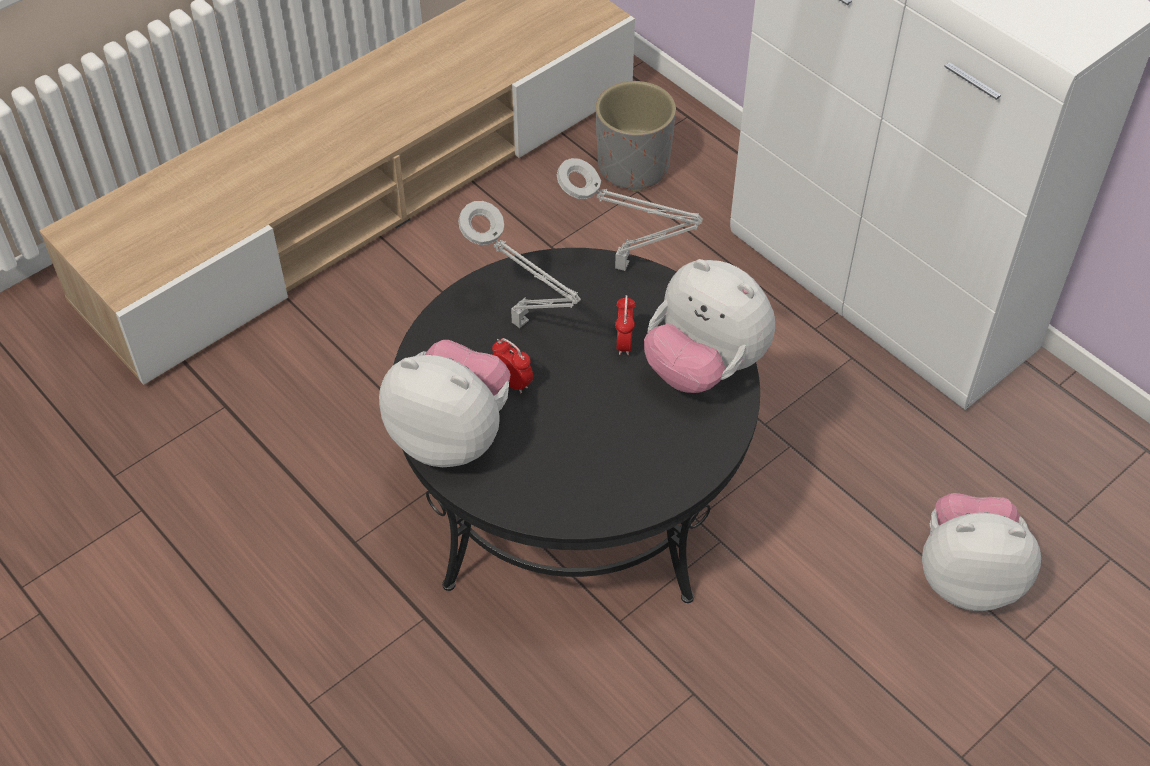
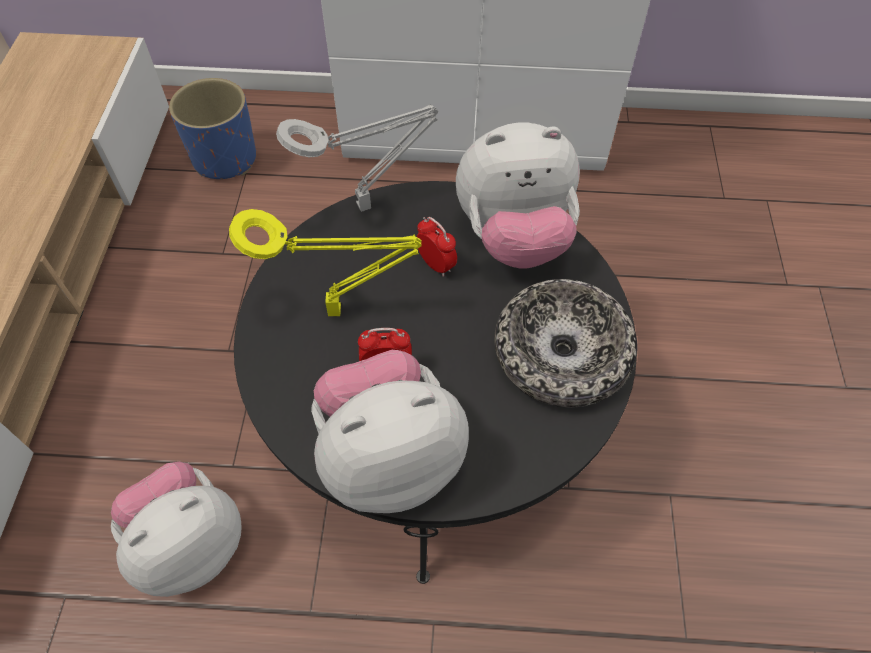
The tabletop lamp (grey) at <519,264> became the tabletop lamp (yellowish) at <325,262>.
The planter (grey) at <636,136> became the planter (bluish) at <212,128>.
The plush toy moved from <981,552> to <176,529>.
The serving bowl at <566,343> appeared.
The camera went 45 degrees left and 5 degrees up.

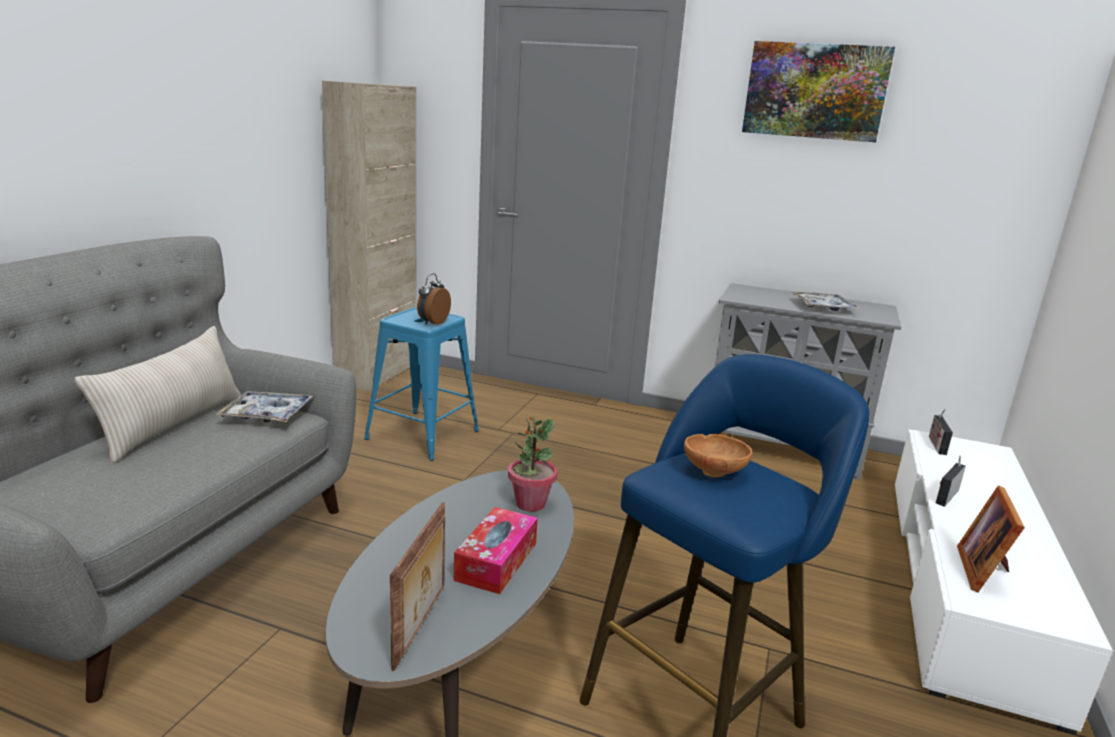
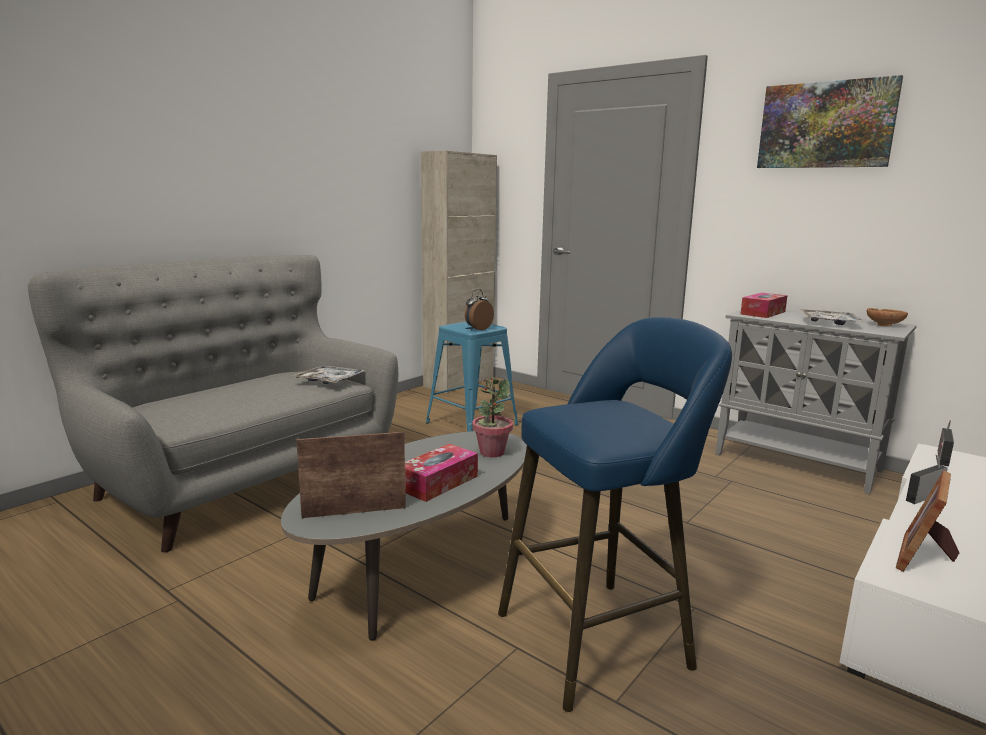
The cushion (beige) at <157,394> disappeared.
The picture frame at <417,586> turned 135 degrees counterclockwise.
The serving bowl (brown-coloured) moved from <718,455> to <887,317>.
The tissue box at <764,305> appeared.
The camera went 20 degrees right and 5 degrees down.

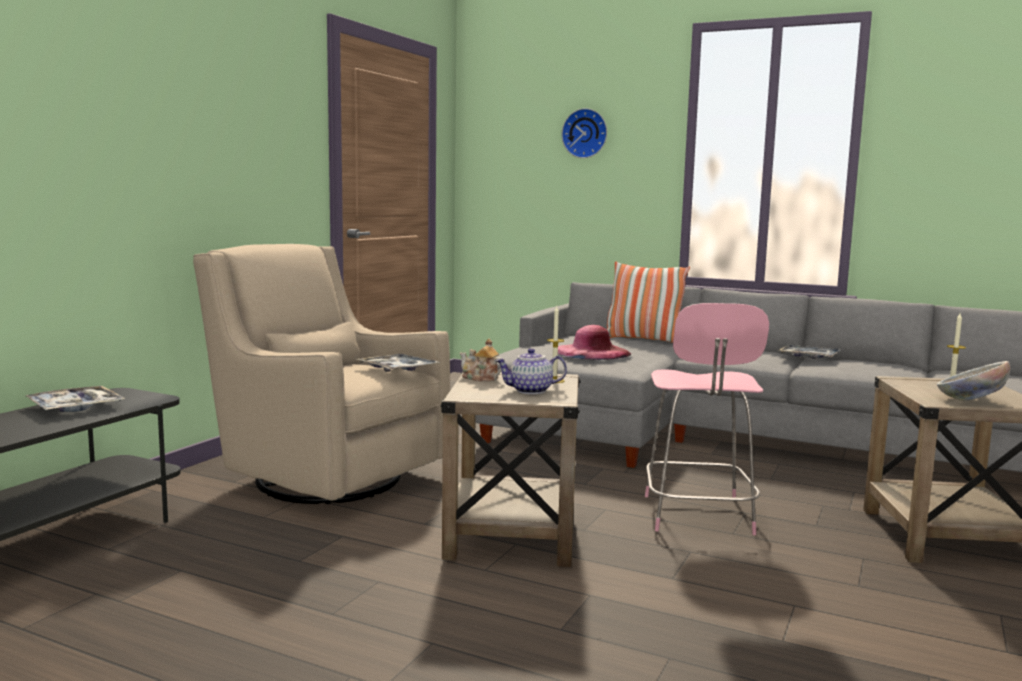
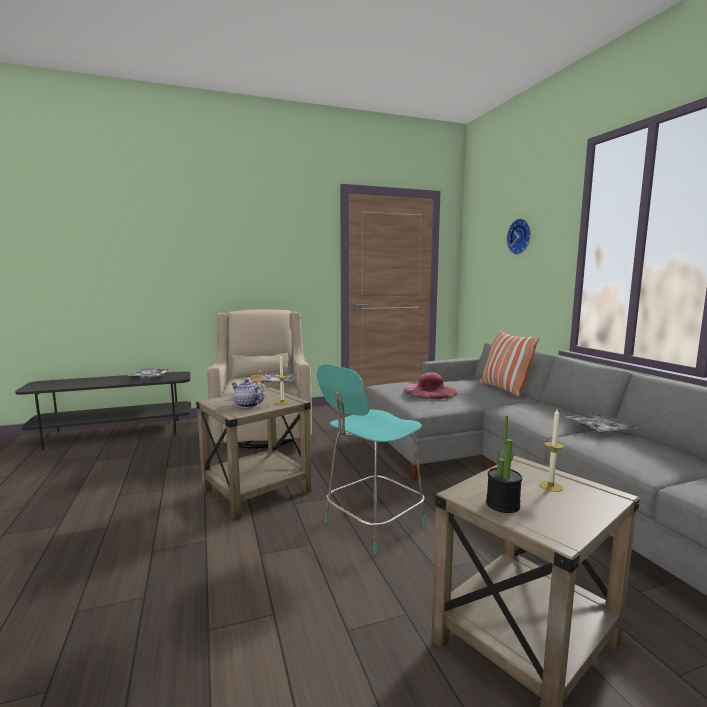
The stool seat (pink-coloured) at <707,419> became the stool seat (turquoise-coloured) at <371,459>.
The serving bowl at <973,381> was replaced by the houseplant at <504,464>.
The camera went 45 degrees right and 0 degrees up.

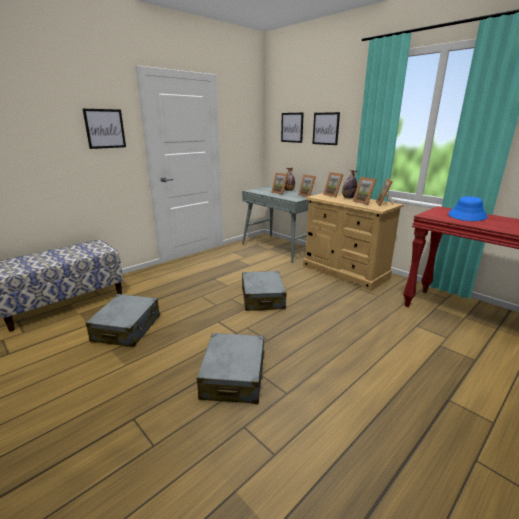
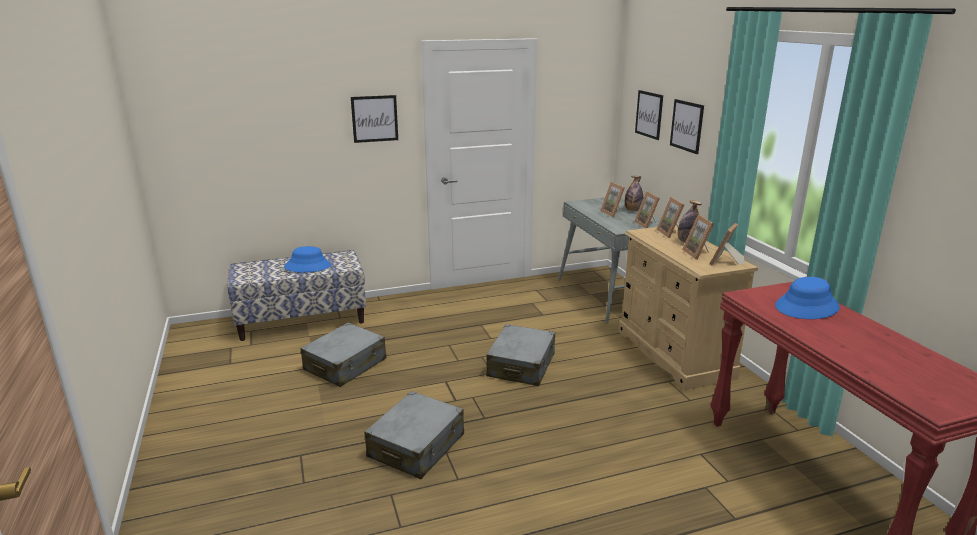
The wearable hat (bluish) at <307,259> appeared.
The camera went 25 degrees right and 0 degrees up.

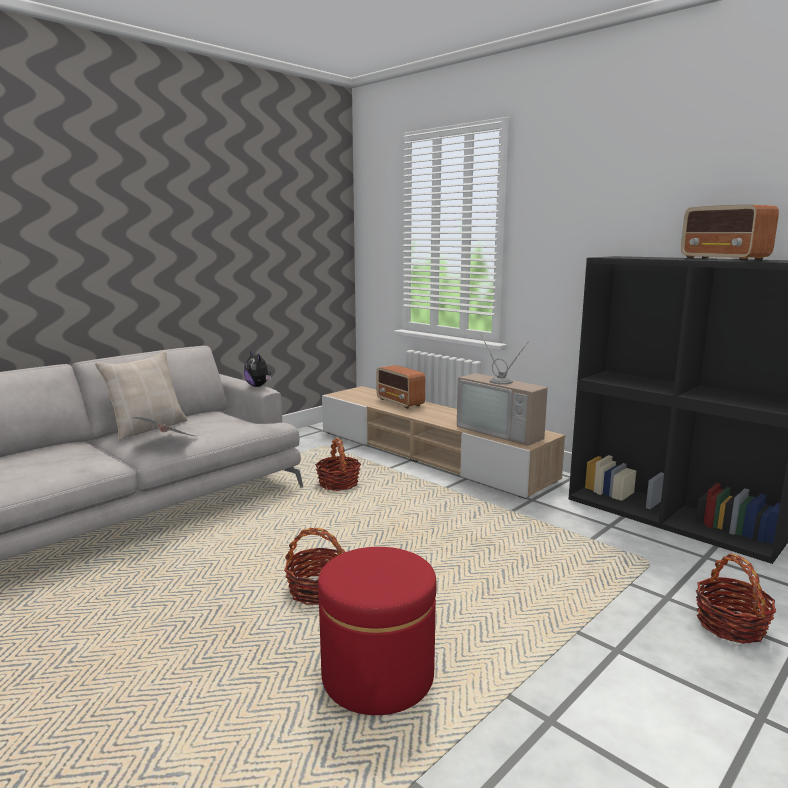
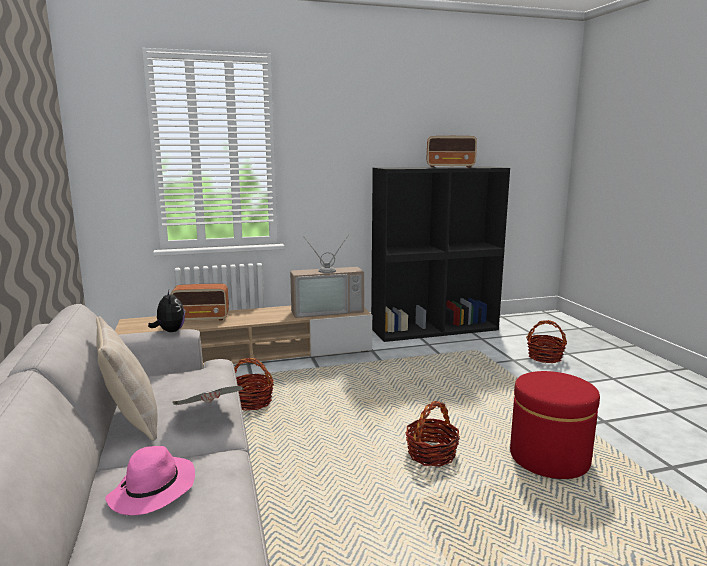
The plush toy at <257,369> turned 105 degrees counterclockwise.
The wearable hat (pink-coloured) at <150,480> appeared.
The camera went 60 degrees left and 0 degrees up.

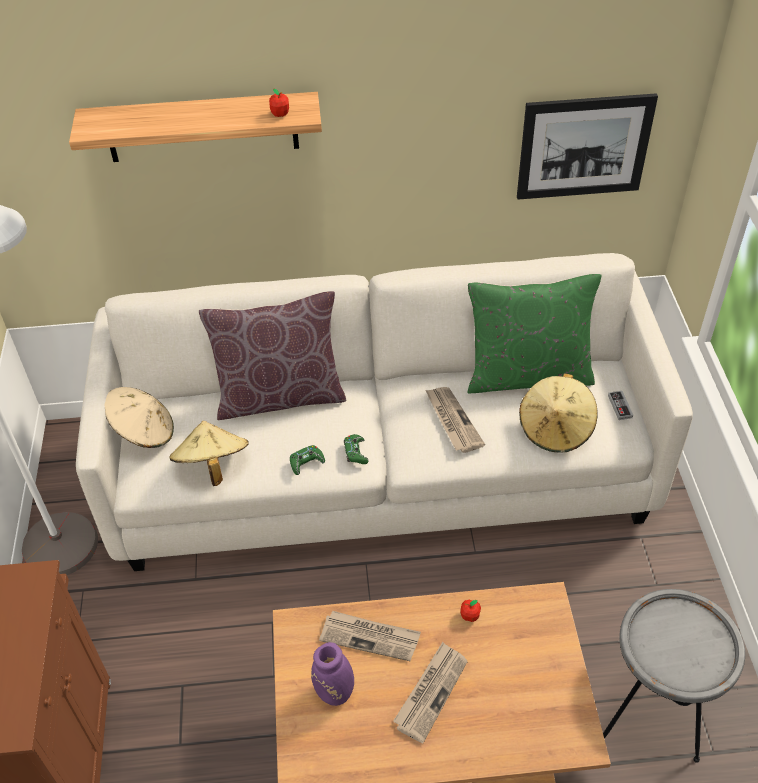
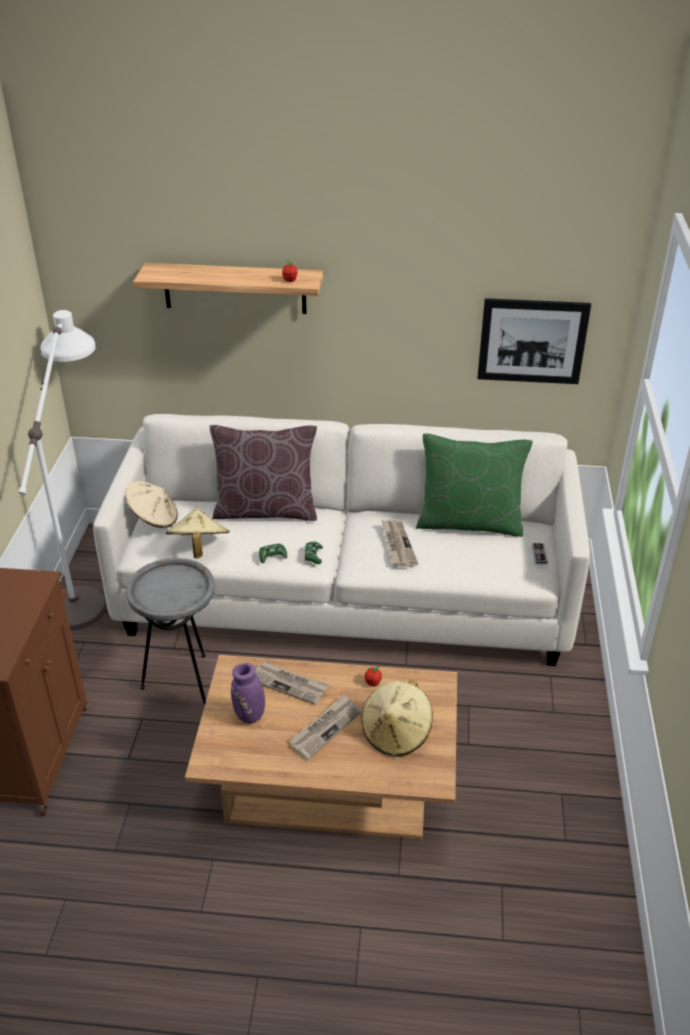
The wearable hat (beige) moved from <558,412> to <397,718>.
The side table (grey) moved from <674,676> to <170,632>.
The camera went 10 degrees right and 10 degrees down.

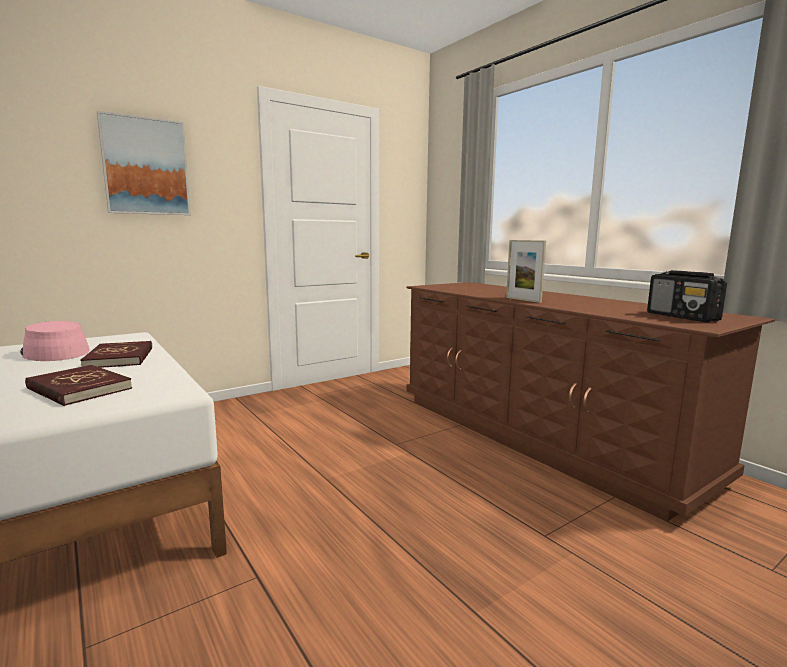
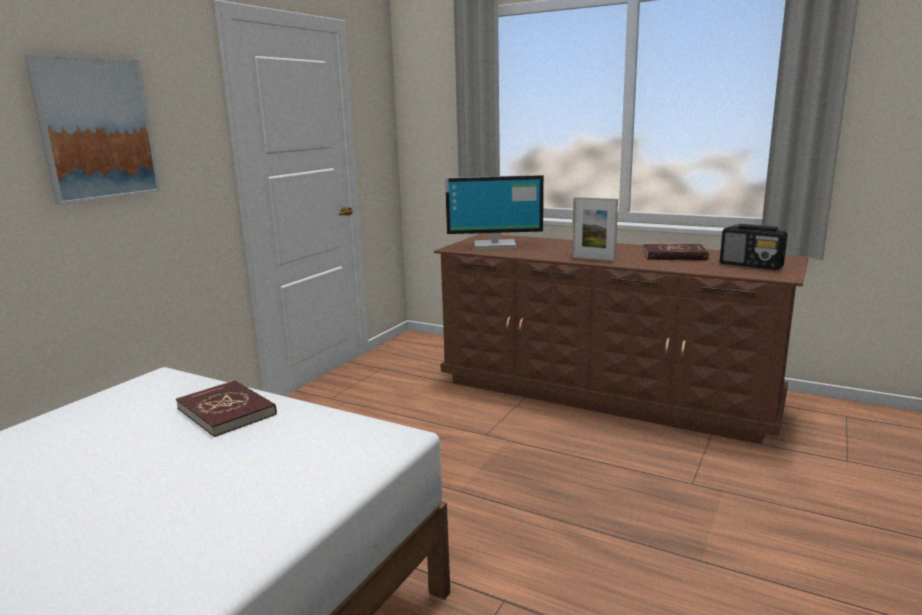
The wearable hat (pink-coloured) at <55,341> disappeared.
The volume (red-coloured) moved from <78,385> to <676,252>.
The computer screen at <494,212> appeared.
The camera went 25 degrees left and 5 degrees up.

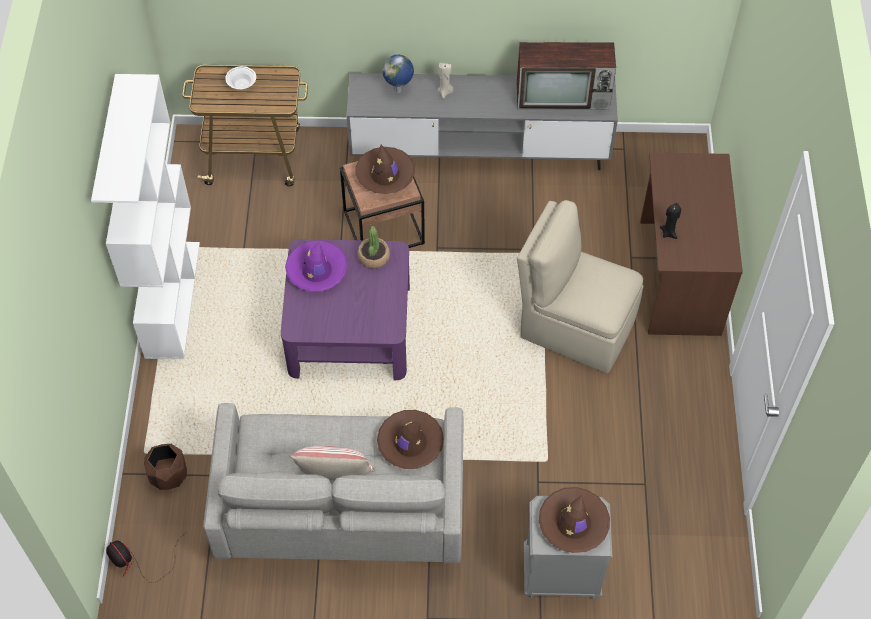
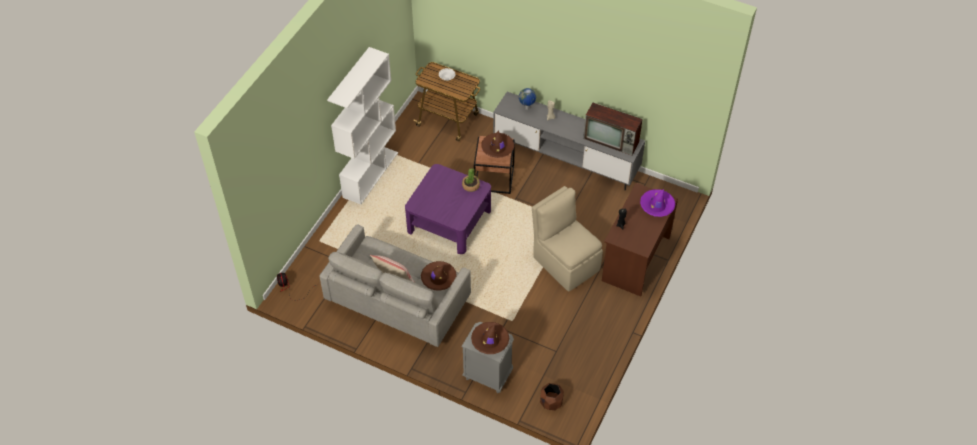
The planter (brown-coloured) moved from <165,467> to <552,396>.
The wearable hat (purple) moved from <316,266> to <657,203>.
The camera went 25 degrees right and 5 degrees down.

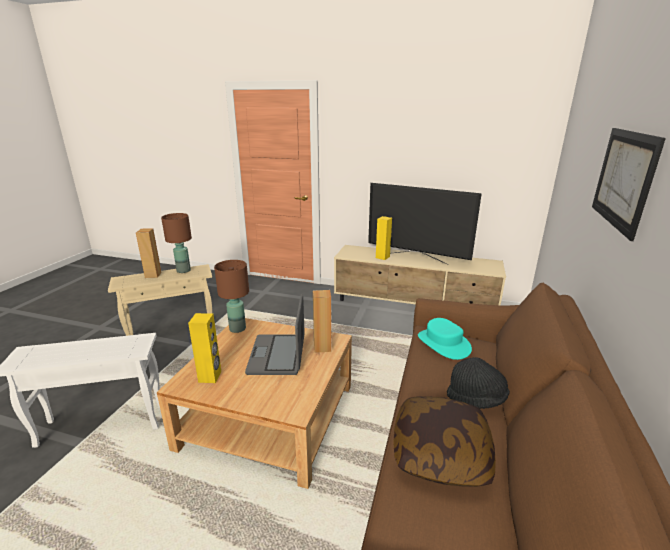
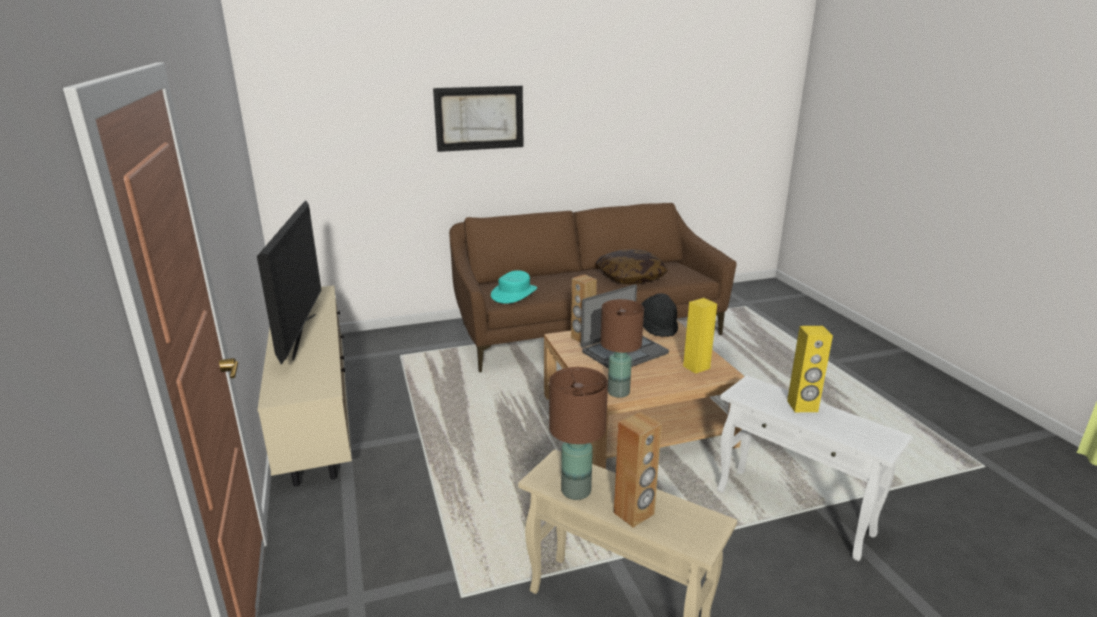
The audio speaker (yellowish) moved from <384,238> to <810,369>.
The wearable hat (blackish) moved from <478,383> to <659,315>.
The camera went 125 degrees left and 0 degrees up.

